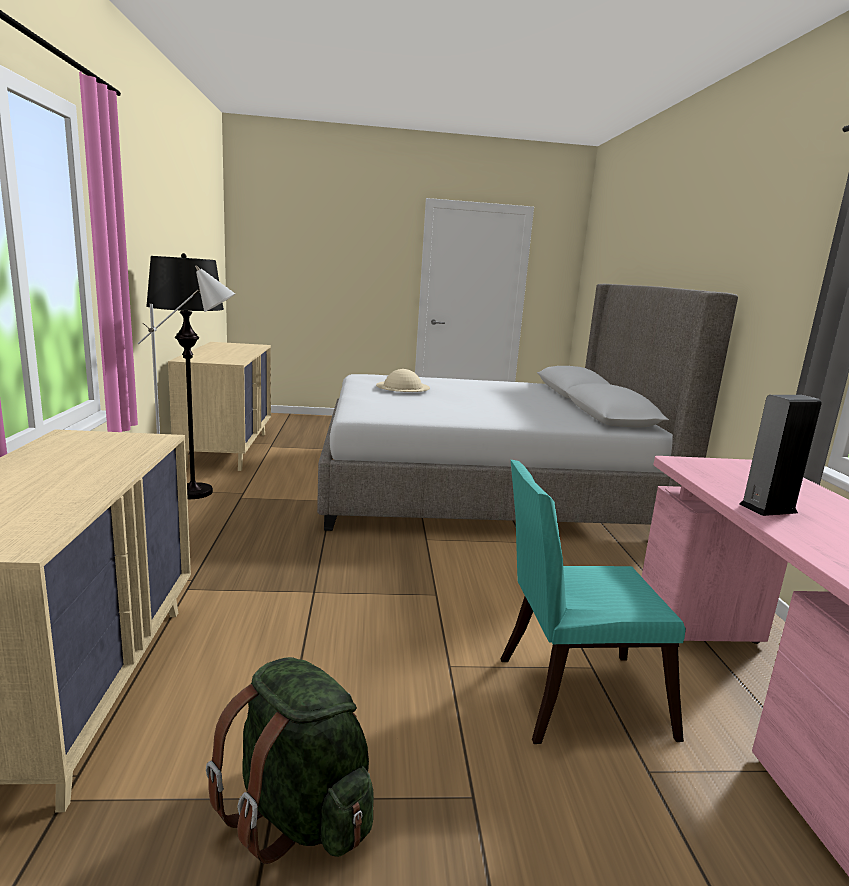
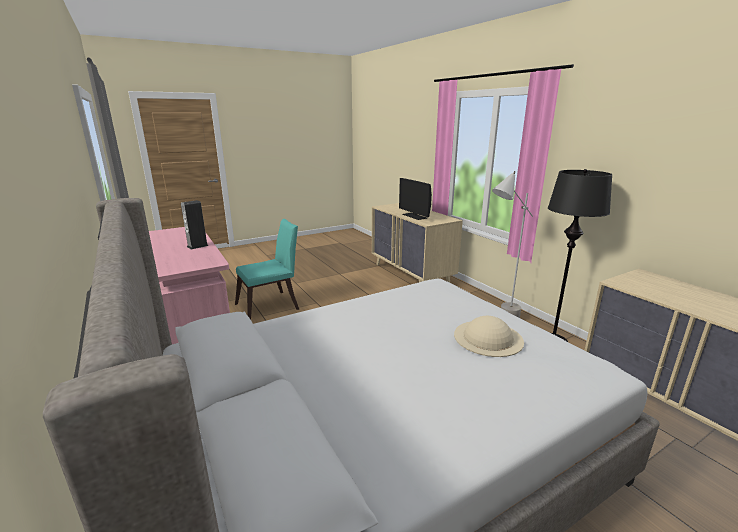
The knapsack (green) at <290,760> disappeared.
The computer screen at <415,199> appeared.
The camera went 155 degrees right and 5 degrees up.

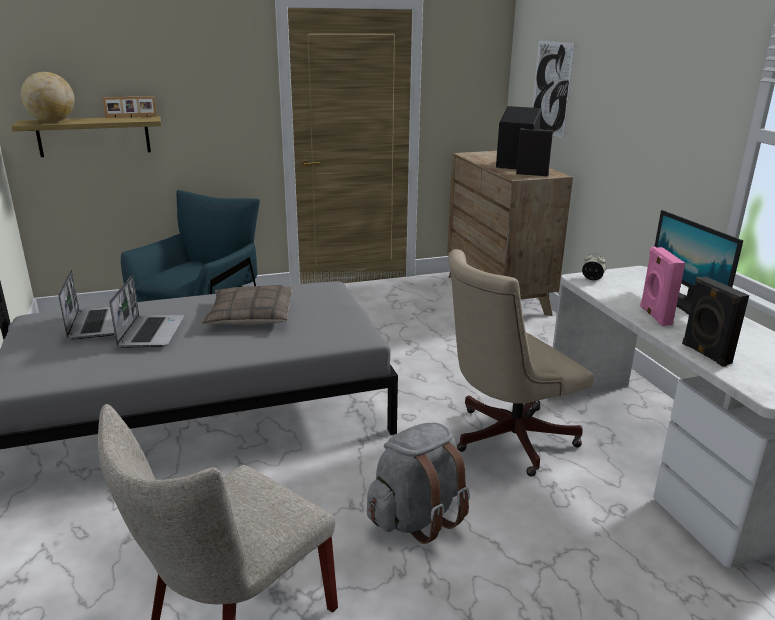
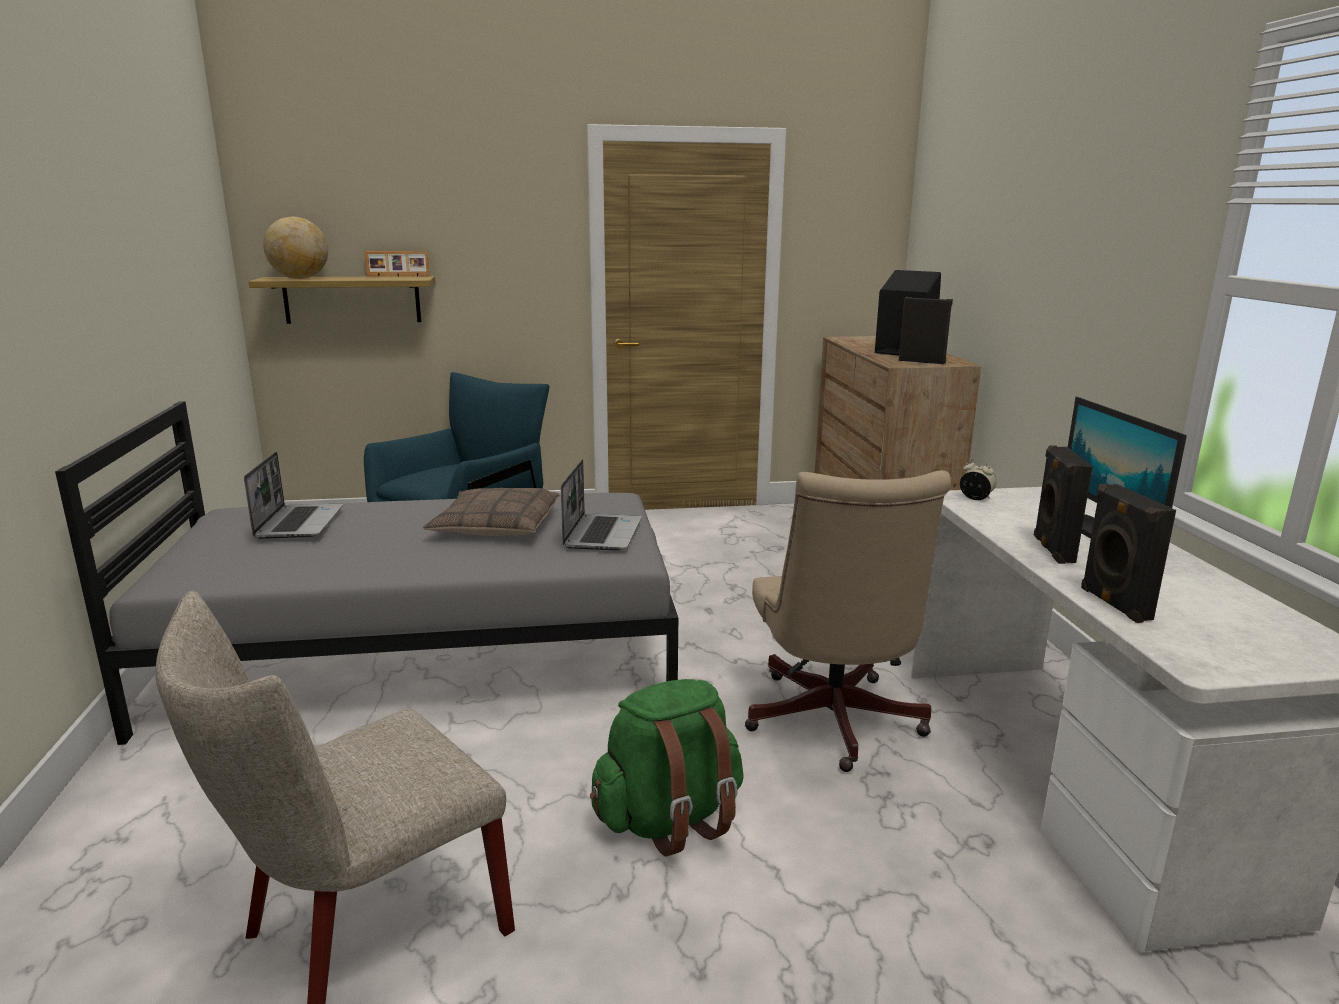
The laptop moved from <147,311> to <601,505>.
The knapsack (grey) at <418,483> became the knapsack (green) at <667,768>.
The computer chair (beige) at <521,363> turned 75 degrees counterclockwise.
The picture at <553,89> disappeared.
The audio speaker (pink-coloured) at <662,286> became the audio speaker (blackish) at <1063,504>.
The camera went 10 degrees right and 5 degrees down.

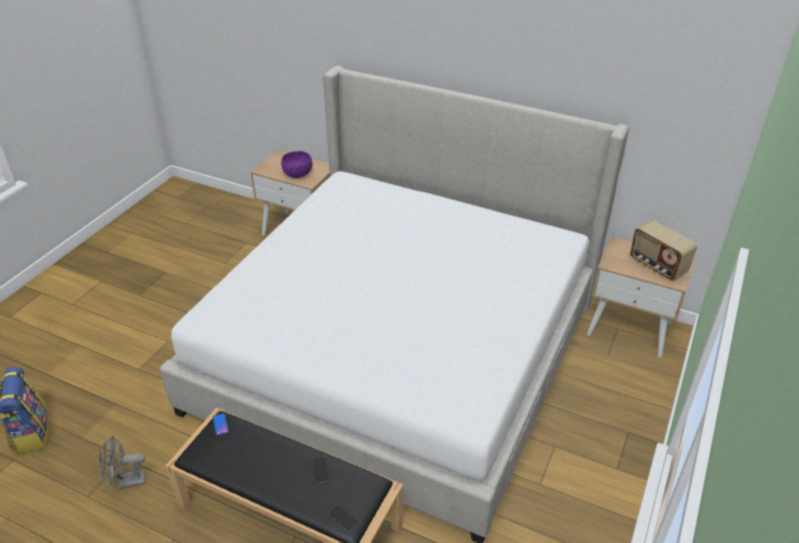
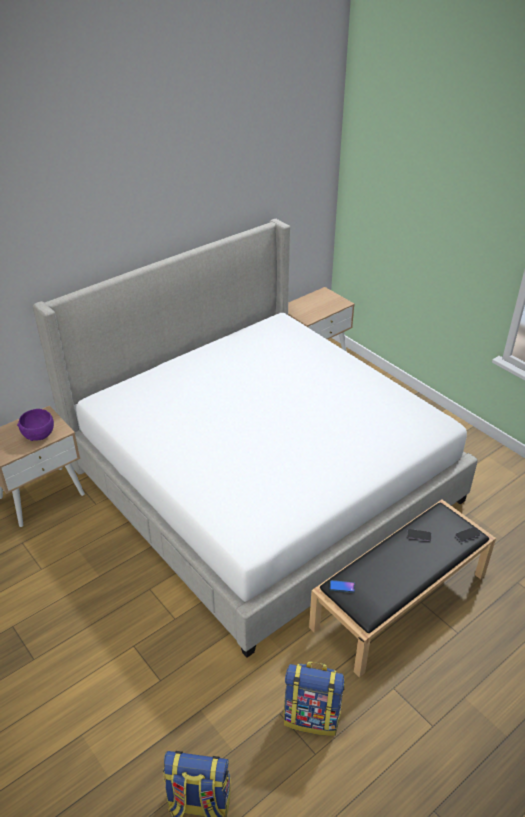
The electric fan (grey) at <122,463> was replaced by the knapsack at <314,698>.
The radio at <663,250> disappeared.
The camera went 65 degrees left and 0 degrees up.

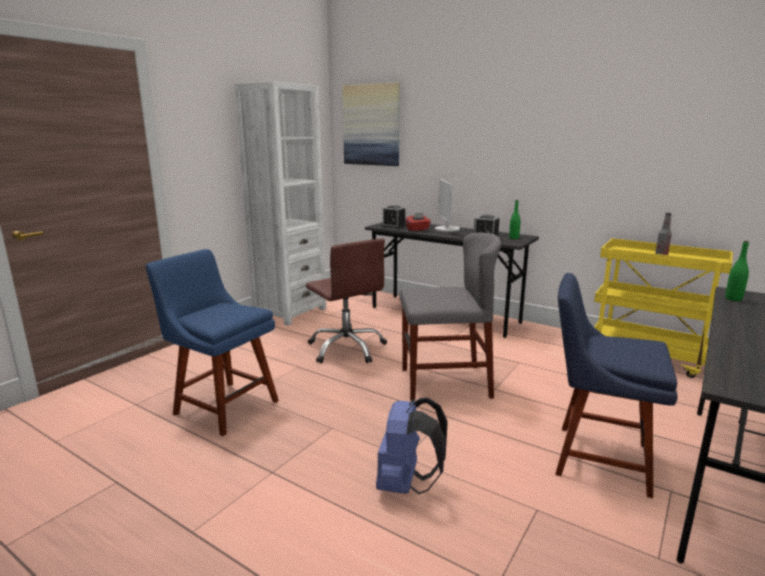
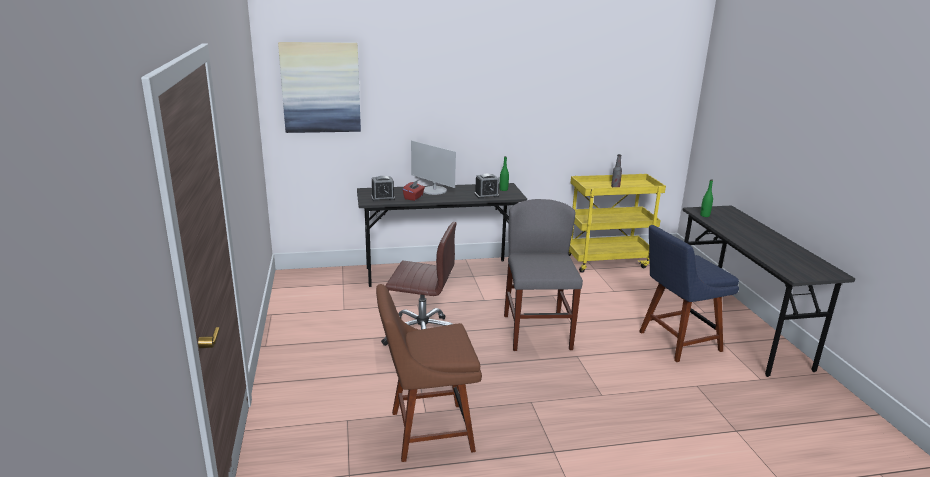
The chair (bluish) at <212,342> became the chair (brown-coloured) at <429,373>.
The bookshelf (whitish) at <280,203> disappeared.
The knapsack (bluish) at <412,446> disappeared.
The chair (grey) at <450,317> turned 45 degrees counterclockwise.
The camera went 45 degrees left and 5 degrees up.

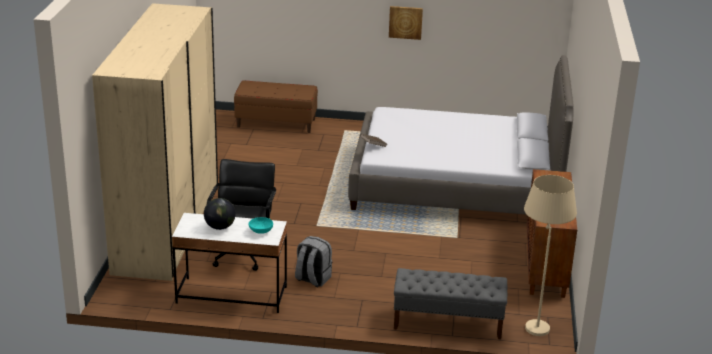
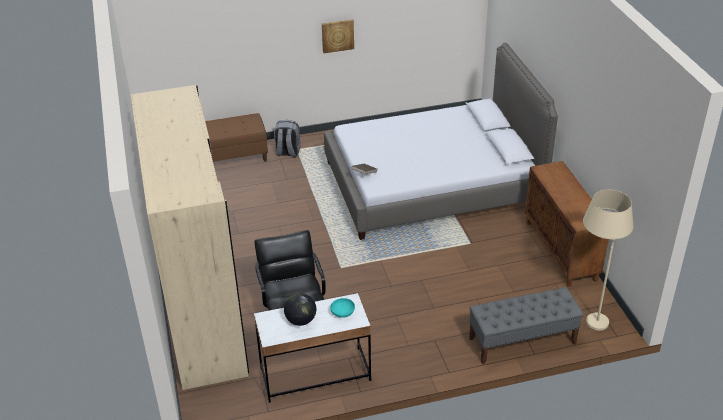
The knapsack (grey) moved from <313,261> to <287,139>.
The camera went 20 degrees left and 10 degrees up.

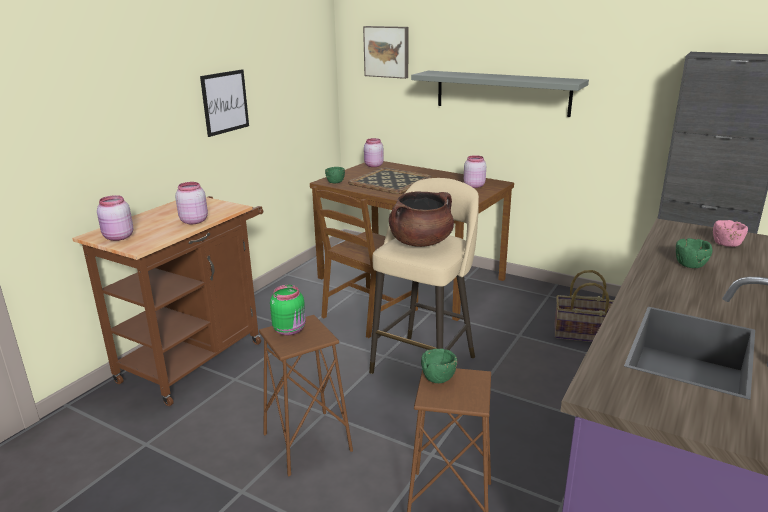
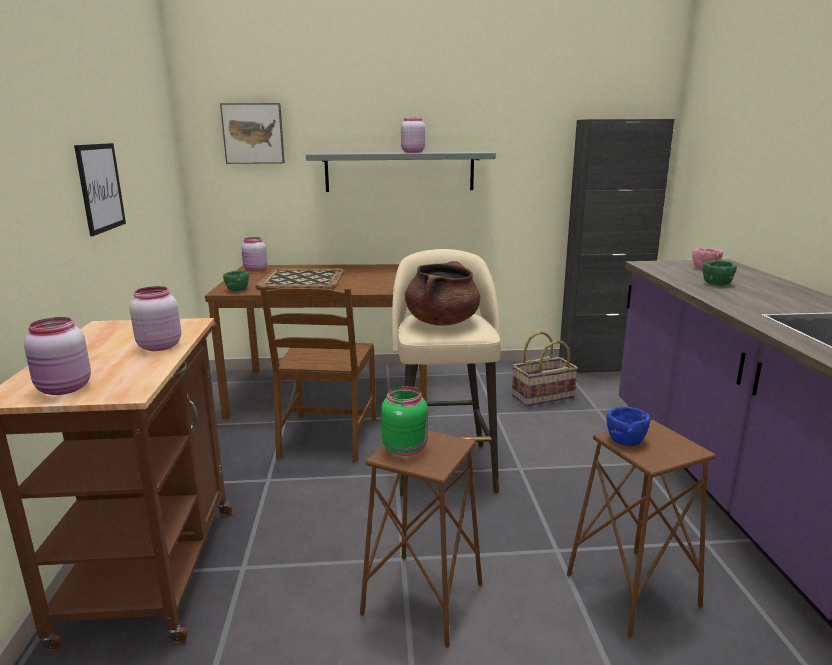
The serving bowl (green) at <439,365> became the serving bowl (bluish) at <628,426>.
The jar (pink-coloured) moved from <475,171> to <413,135>.
The camera went 35 degrees left and 5 degrees down.

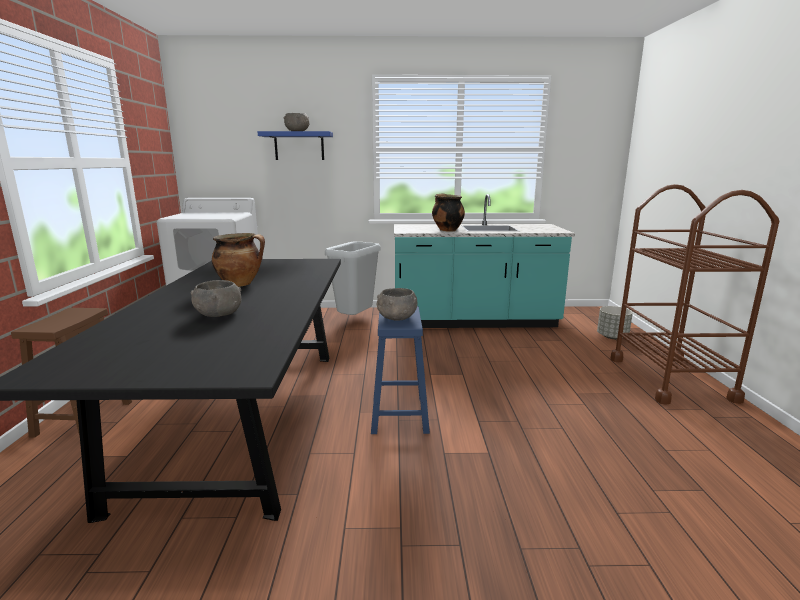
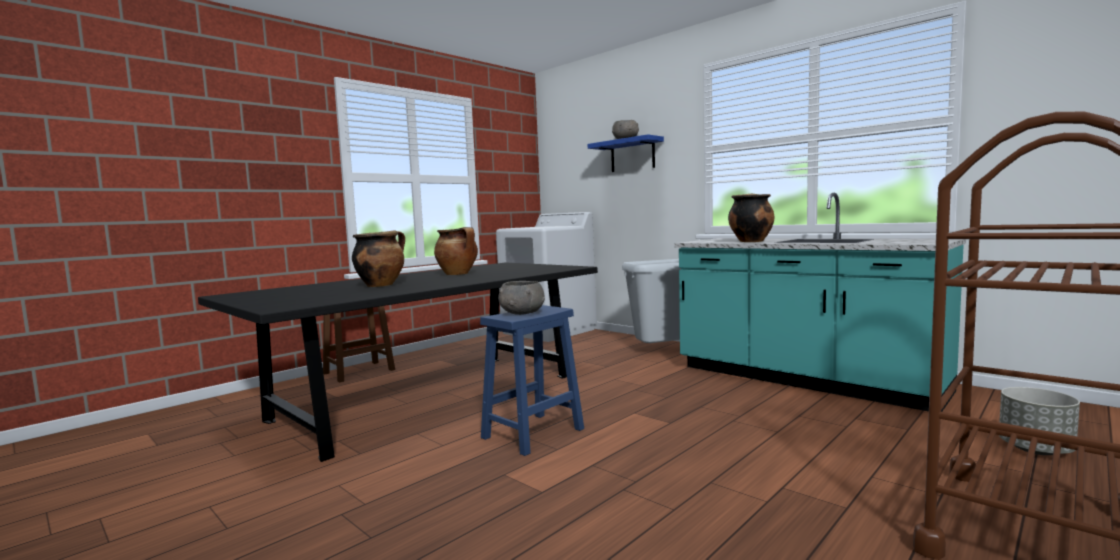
The serving bowl (grey) at <216,298> was replaced by the stockpot at <378,258>.
The camera went 45 degrees right and 10 degrees down.

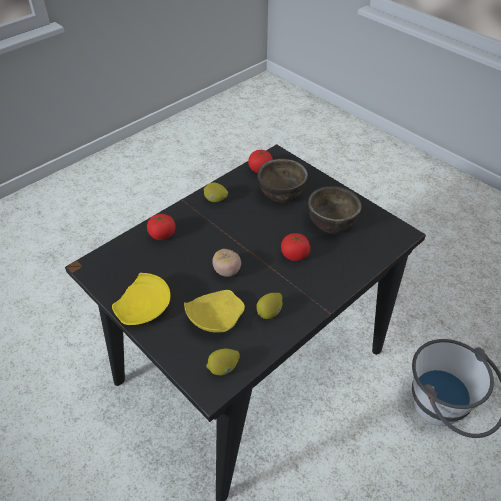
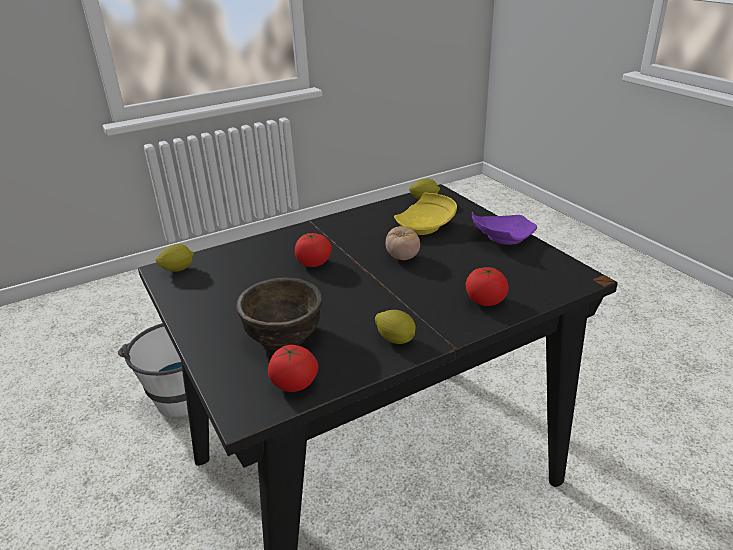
The plate (yellowish) at <141,299> became the plate (purple) at <504,228>.
The lemon moved from <269,306> to <174,258>.
The serving bowl (brown-coloured) at <335,210> disappeared.
The camera went 165 degrees left and 15 degrees down.

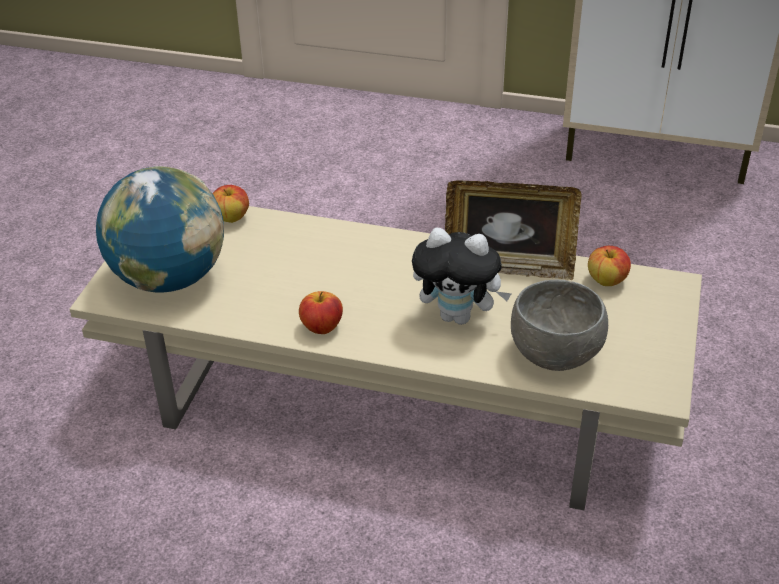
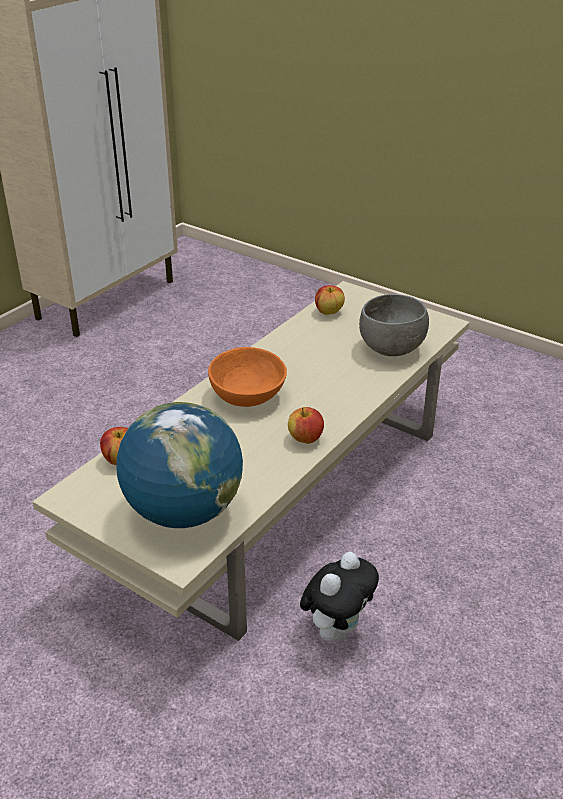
The plush toy moved from <461,276> to <339,597>.
The picture frame at <513,230> disappeared.
The serving bowl (orangey) at <247,377> appeared.
The camera went 70 degrees left and 5 degrees down.

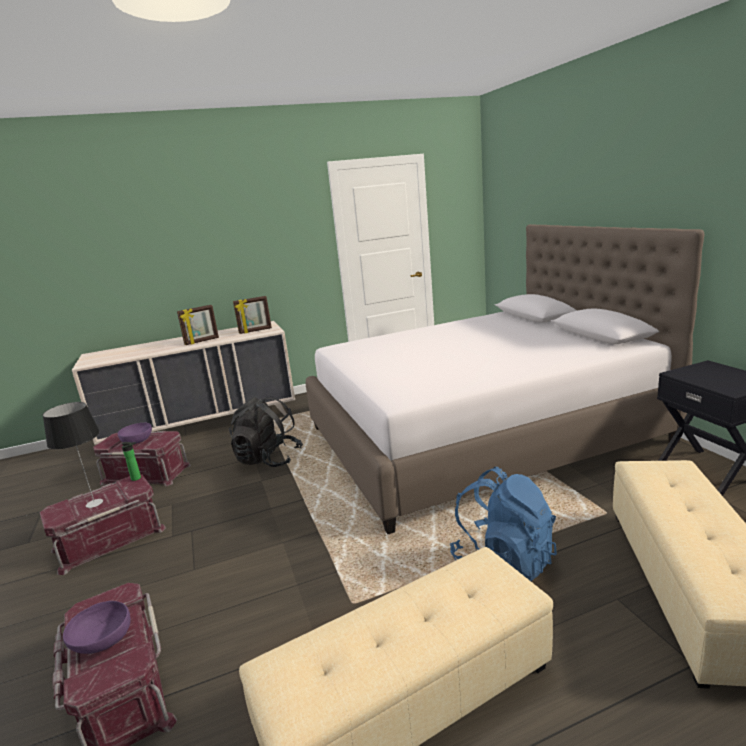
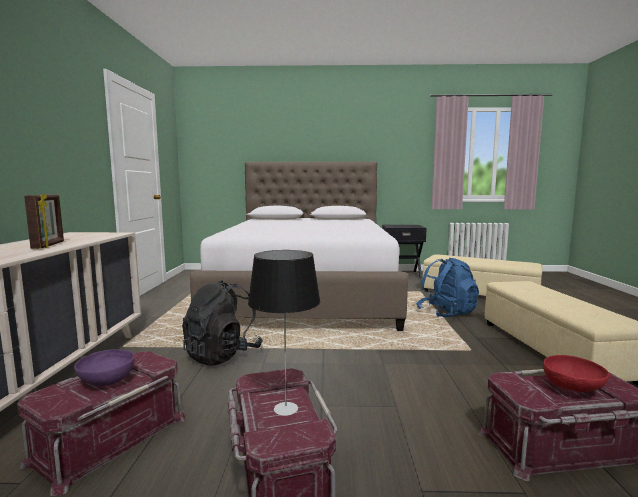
The serving bowl (purple) at <97,627> became the serving bowl (red-coloured) at <576,373>.
The beverage bottle at <131,461> disappeared.
The picture frame at <252,315> disappeared.
The camera went 70 degrees left and 10 degrees down.

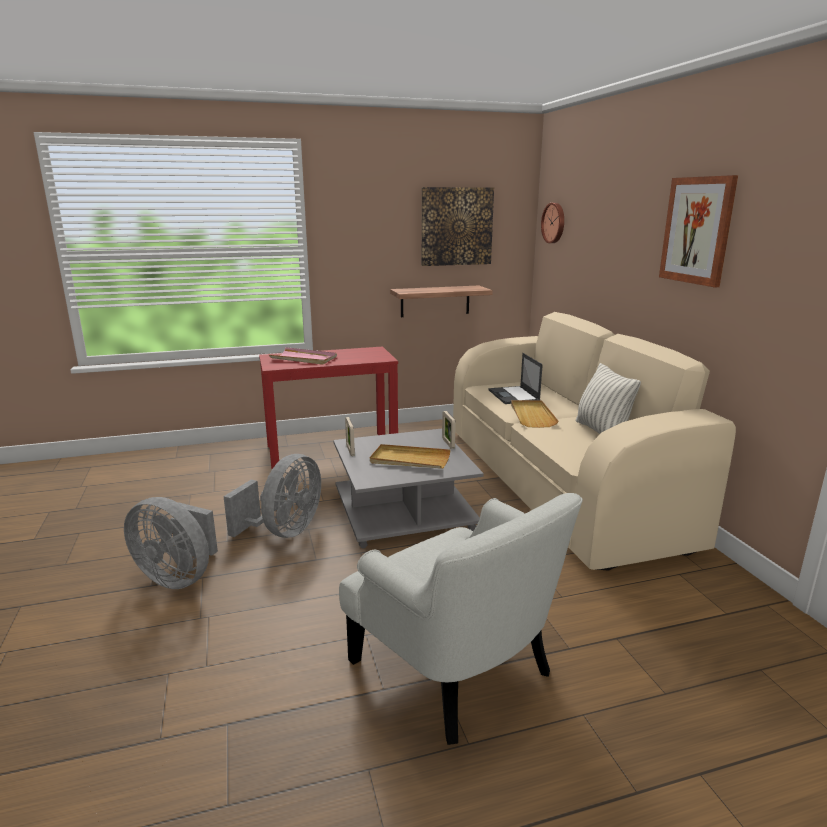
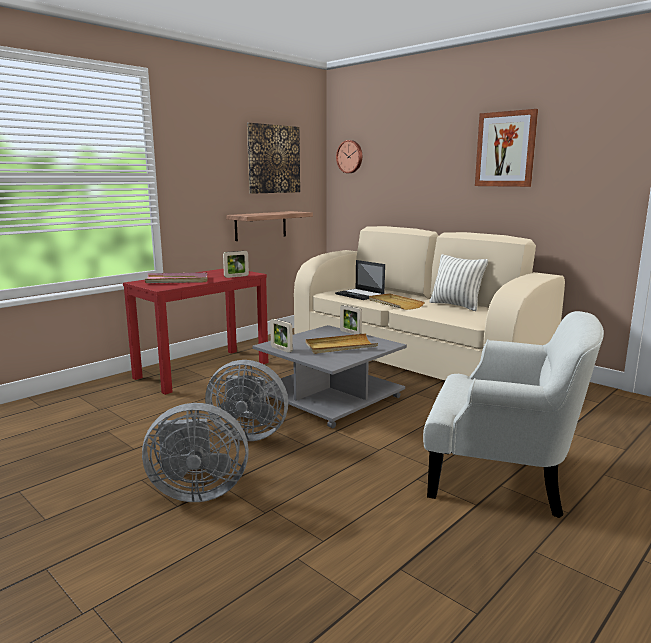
The electric fan (grey) at <272,496> turned 105 degrees clockwise.
The picture frame at <236,264> appeared.
The camera went 30 degrees left and 5 degrees down.

